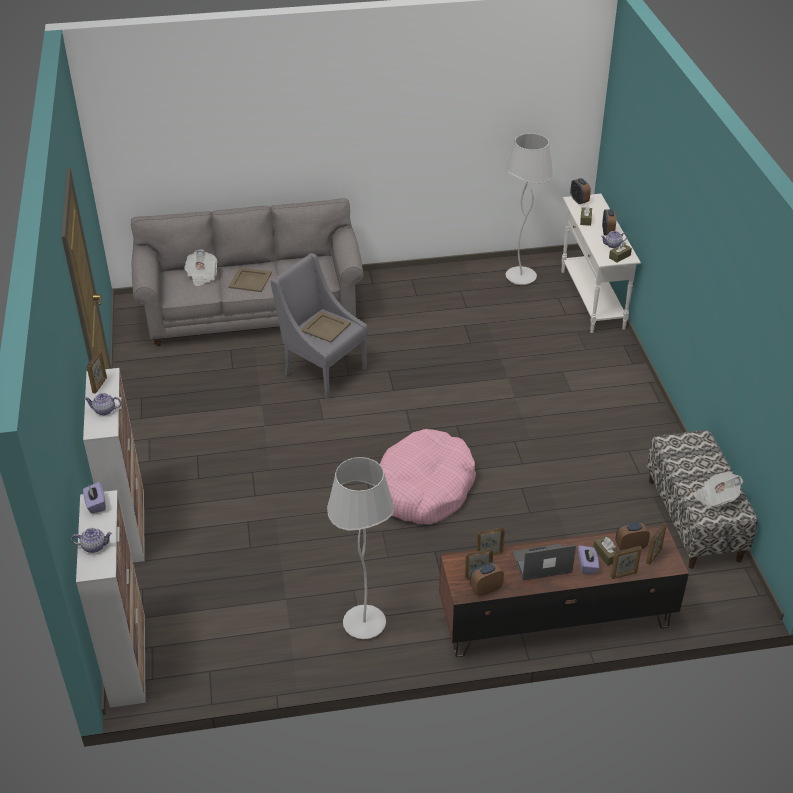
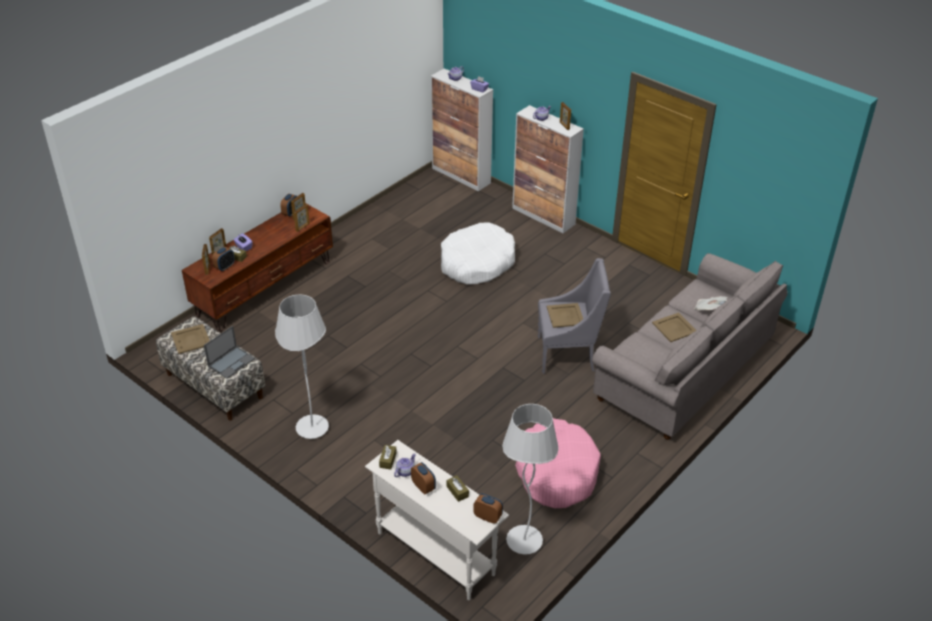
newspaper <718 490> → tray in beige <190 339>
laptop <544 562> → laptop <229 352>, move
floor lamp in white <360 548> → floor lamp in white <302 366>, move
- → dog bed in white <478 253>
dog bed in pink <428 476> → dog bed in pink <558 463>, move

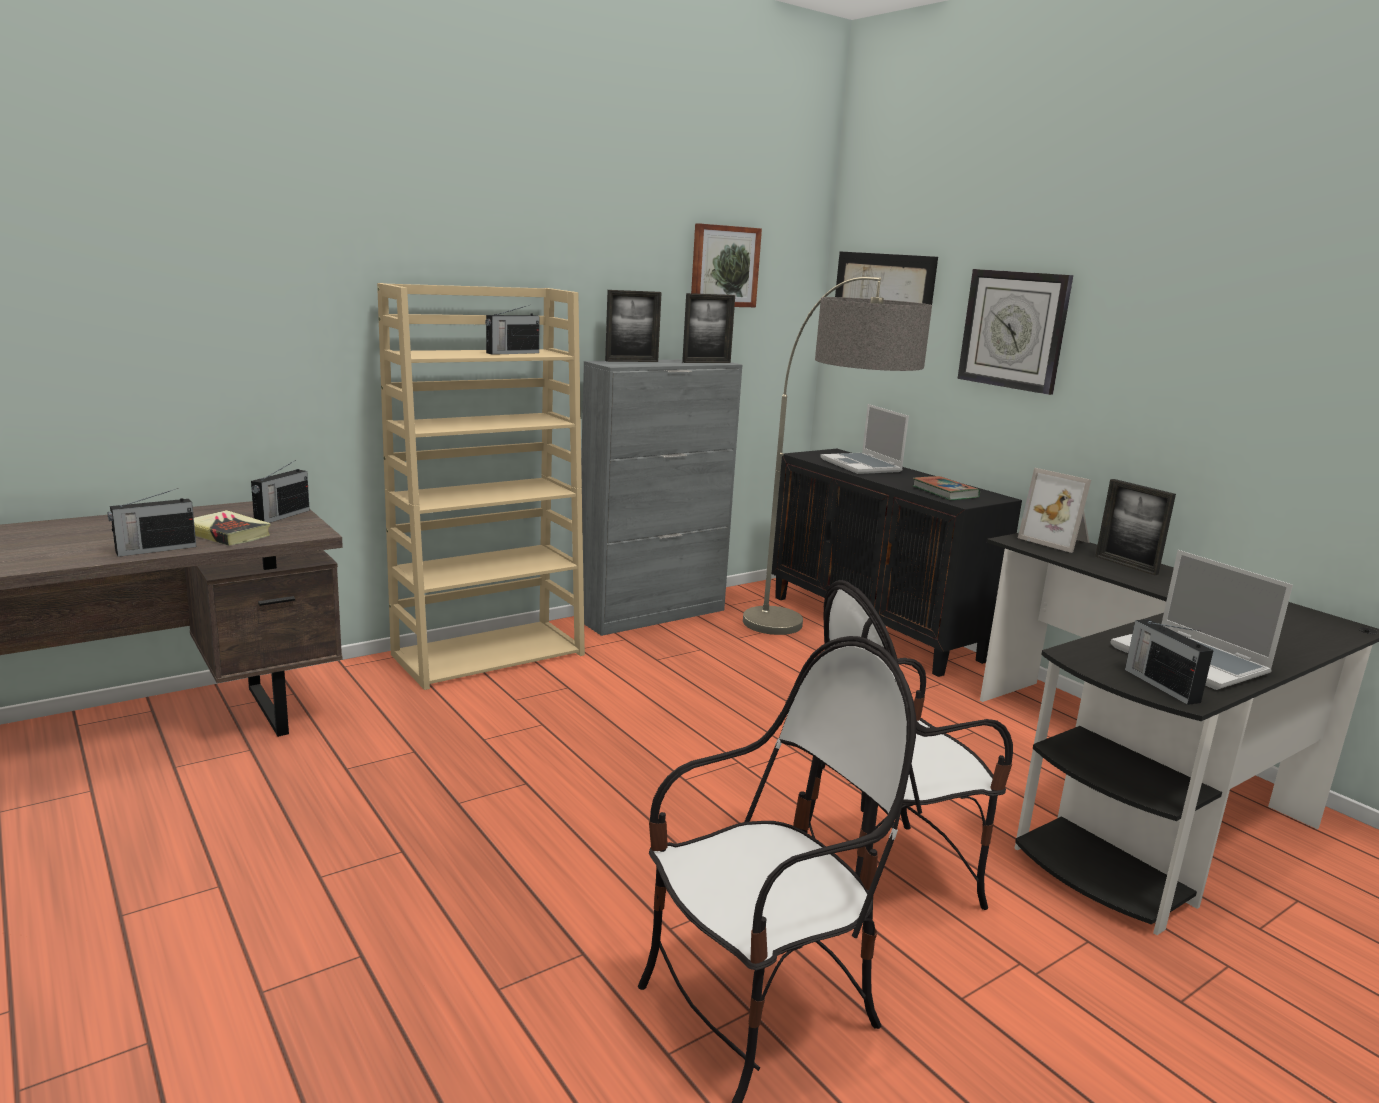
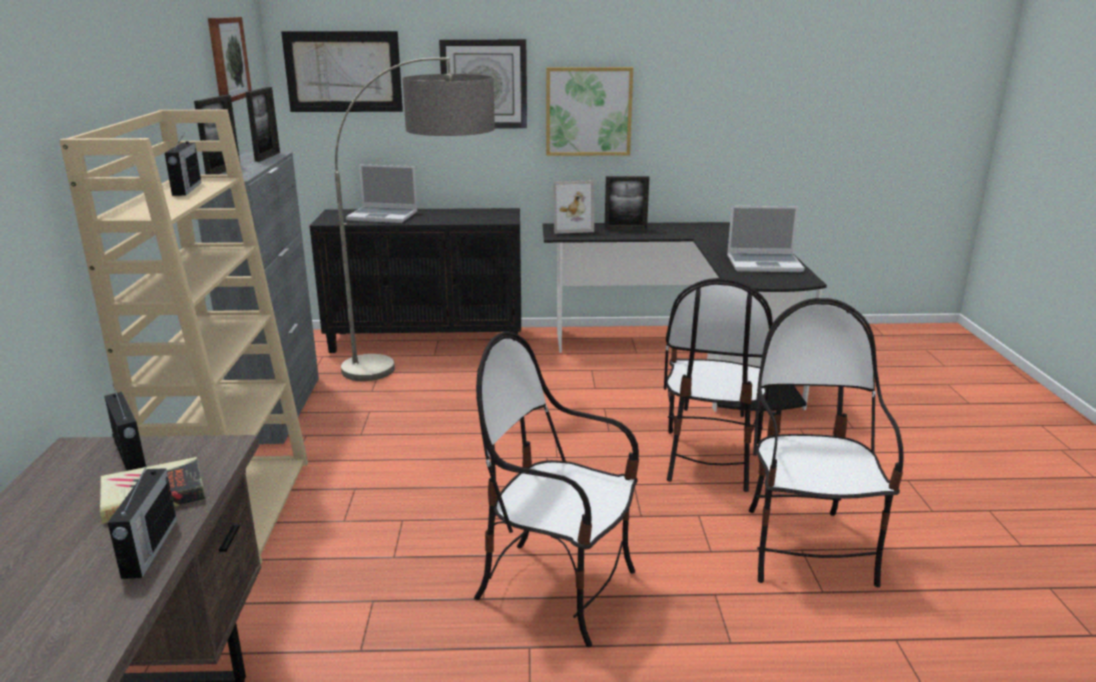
- → chair <556 489>
- → picture <589 111>
book <946 488> → -
radio <1169 662> → -

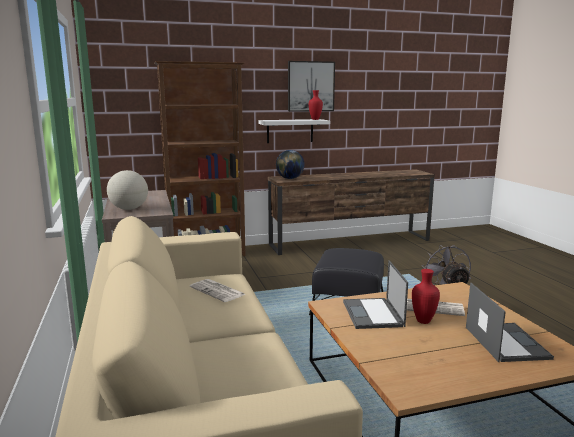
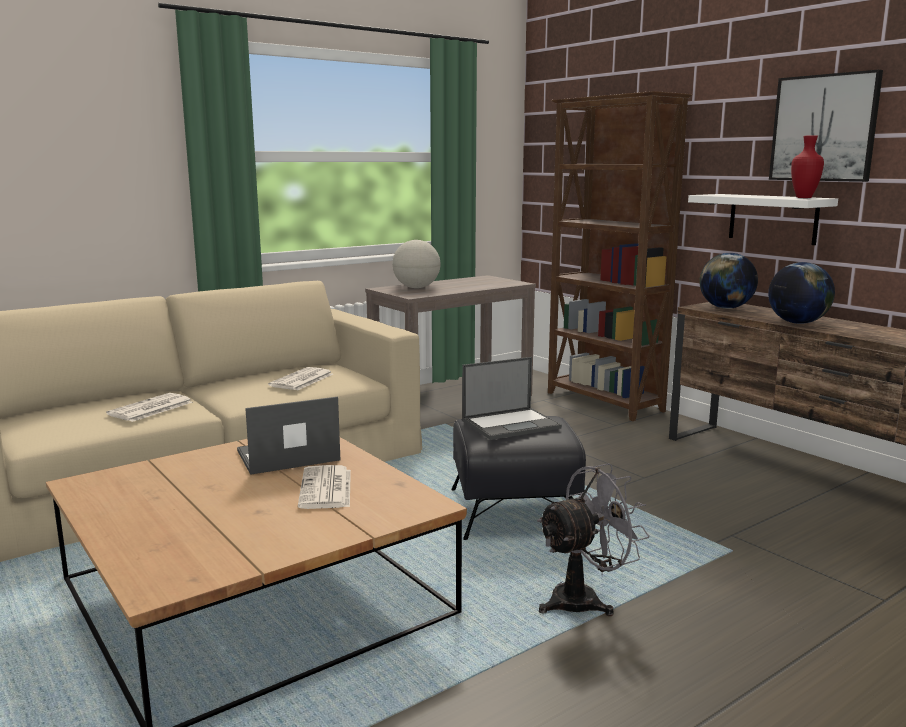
- → newspaper <149 407>
laptop <510 322> → laptop <512 398>, move
- → globe <801 293>
vase in red <426 296> → -

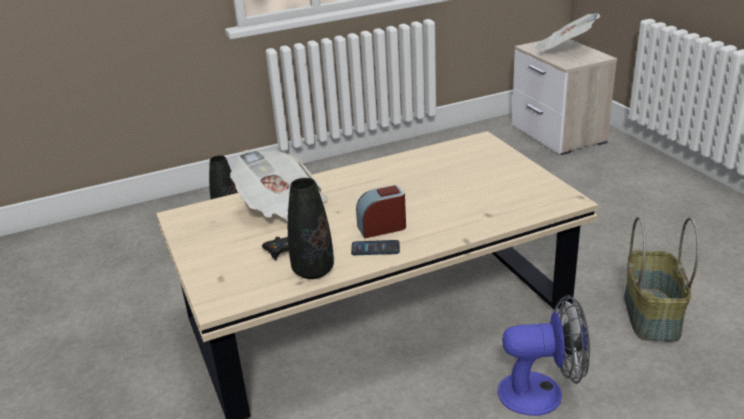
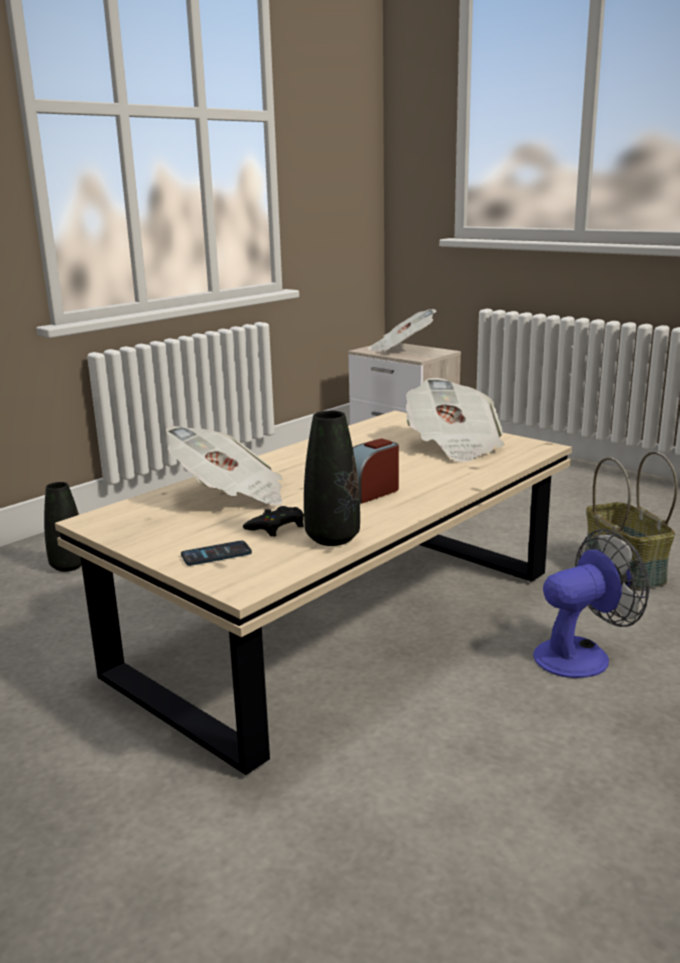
phone <375 247> → phone <216 553>, move
- → newspaper <455 420>

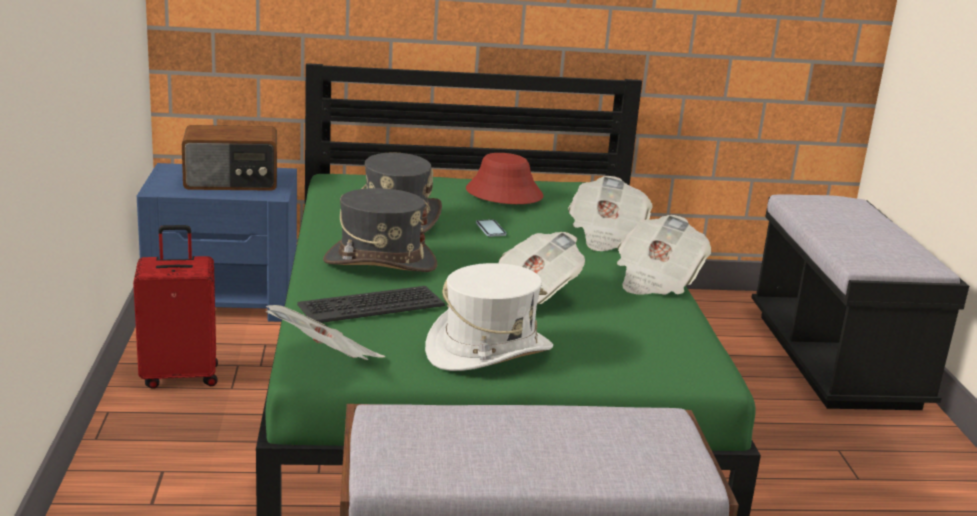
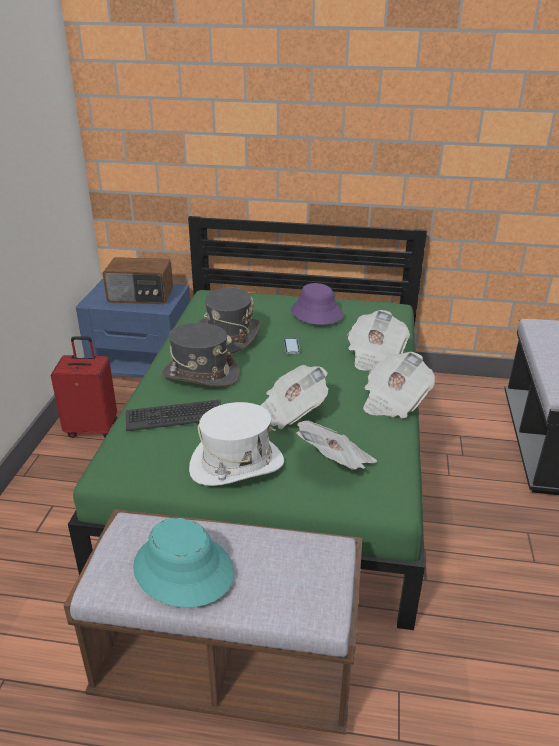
- → hat in turquoise <183 563>
hat in red <504 178> → hat in purple <317 304>
newspaper <325 332> → newspaper <336 445>, move

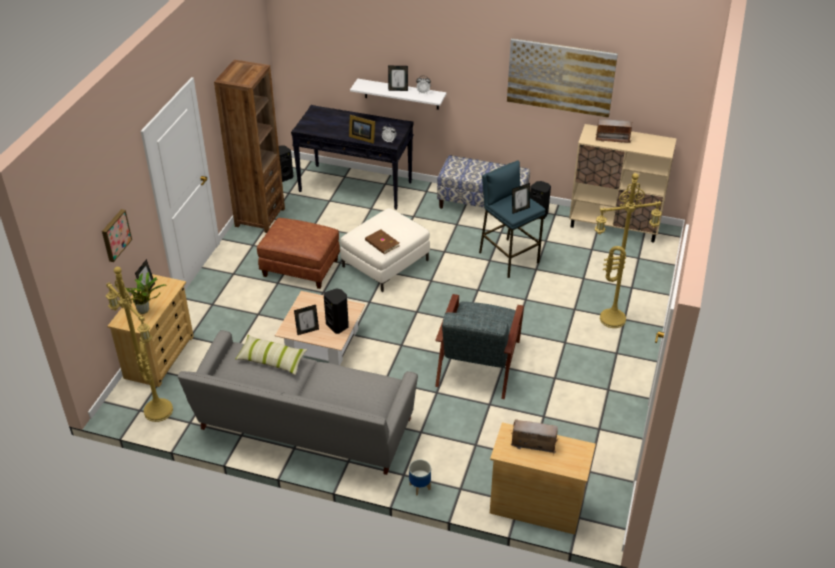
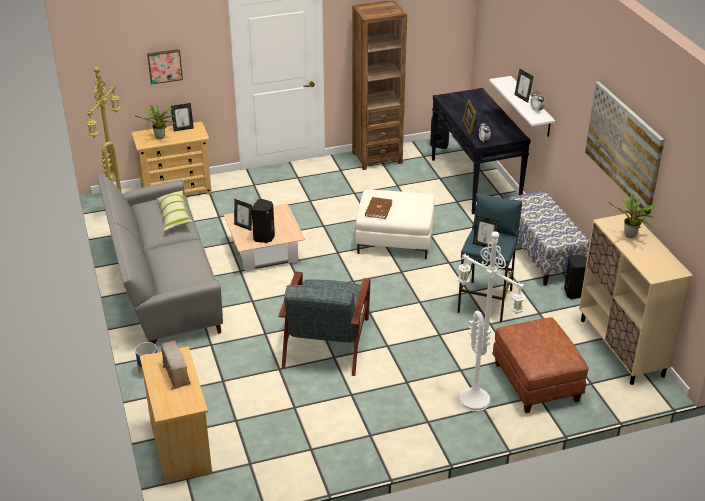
armchair in grey <479 346> → armchair in grey <324 324>, 60 degrees counterclockwise
floor lamp in yellow <628 250> → floor lamp in white <491 321>
ottoman in brown <298 253> → ottoman in brown <540 365>, move
radio <613 131> → potted plant <632 216>

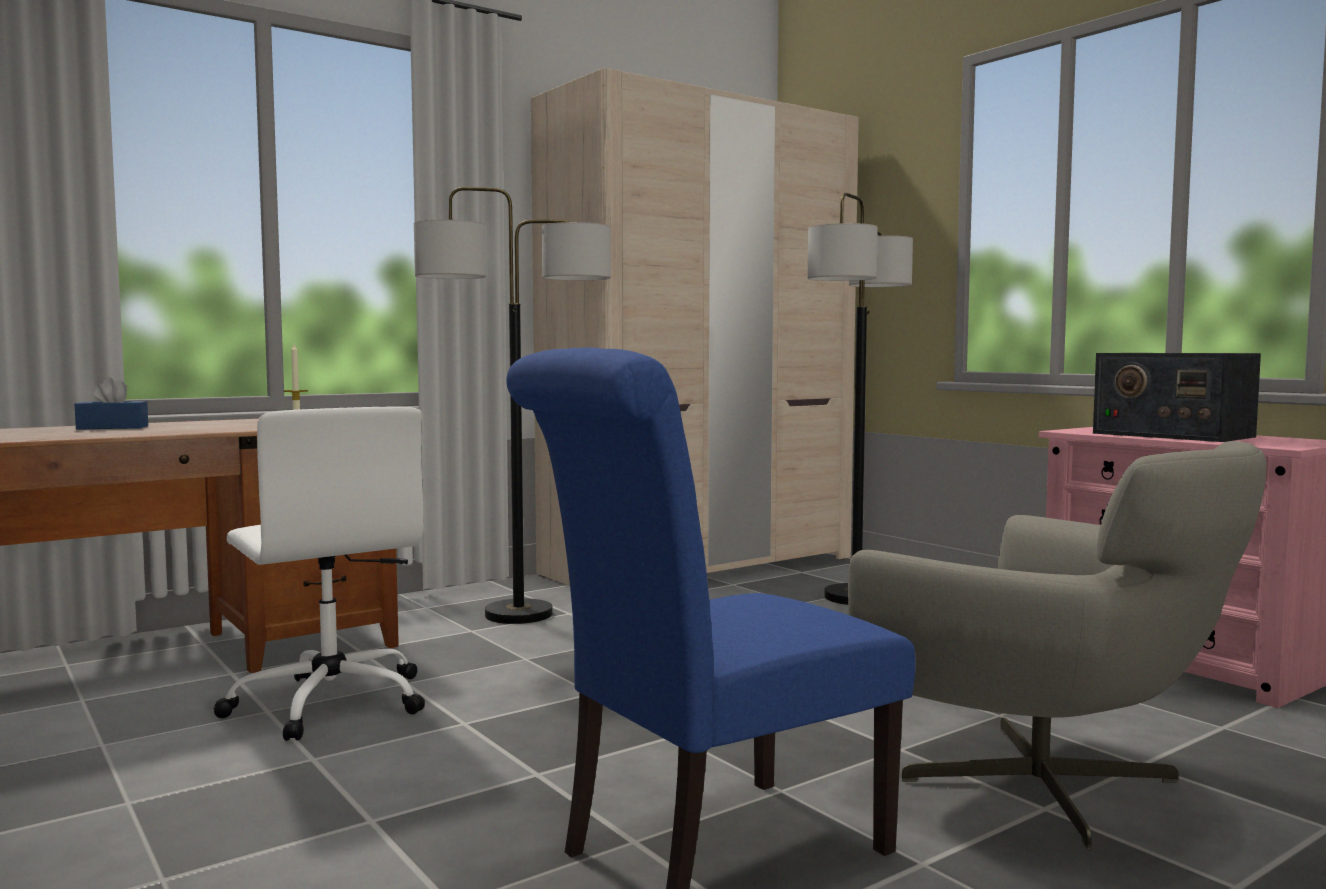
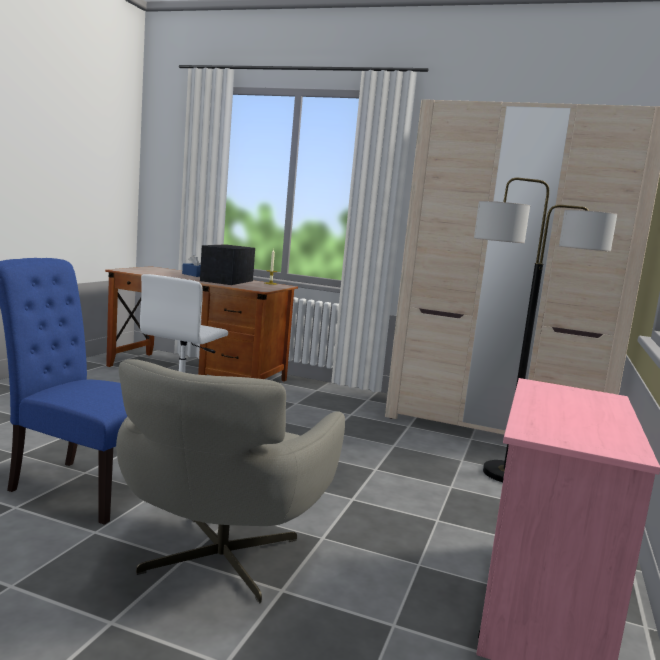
radio <1177 397> → radio <227 264>, move
floor lamp <512 405> → -

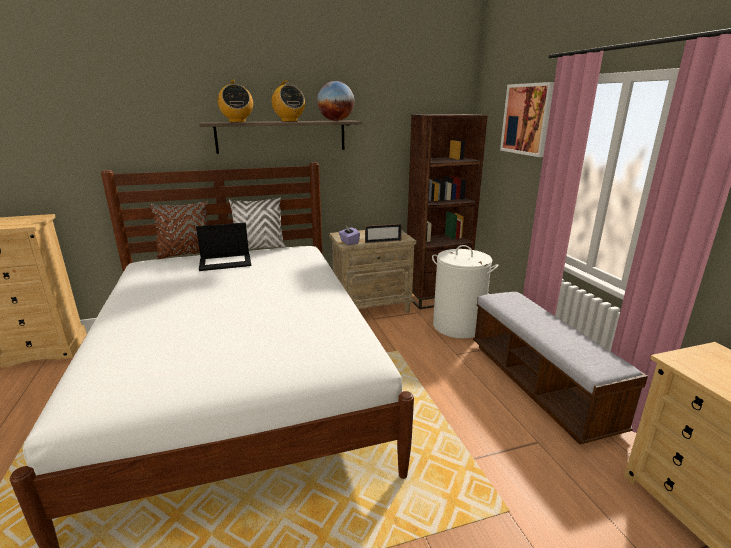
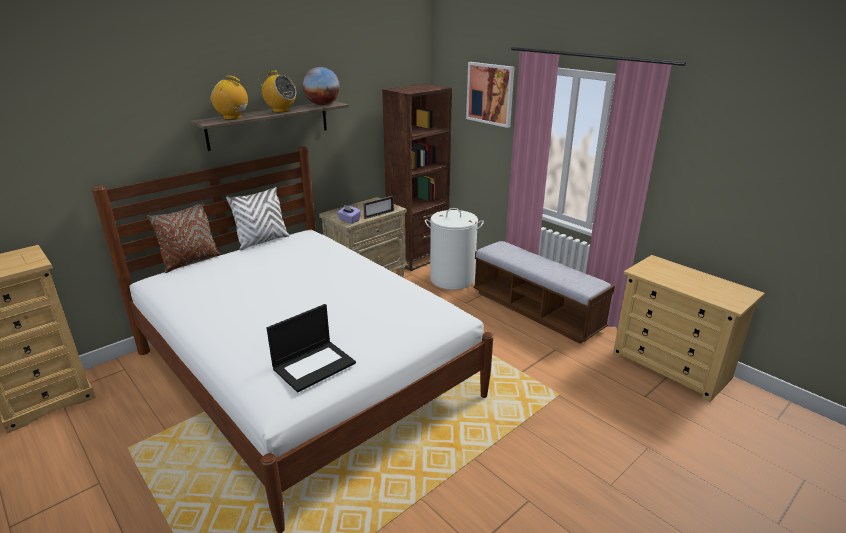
radio <235 101> → radio <229 98>, 150 degrees clockwise
laptop <223 247> → laptop <311 348>, move

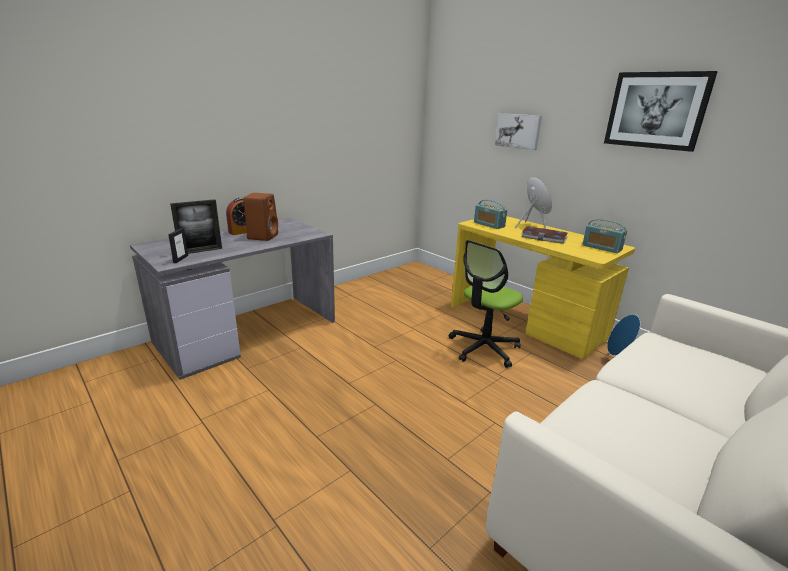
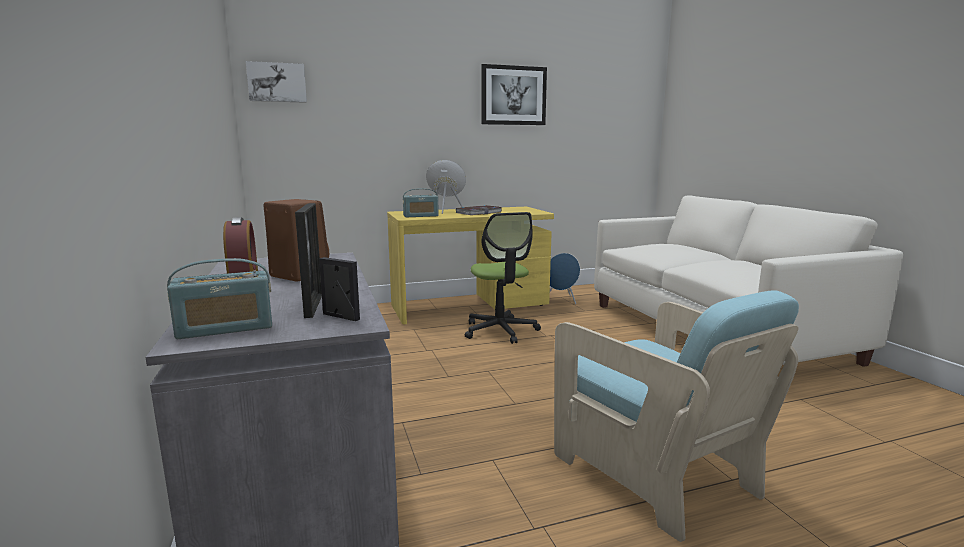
radio <604 236> → radio <219 298>, move
picture <518 131> → picture <276 82>, move
- → armchair in turquoise <676 416>

